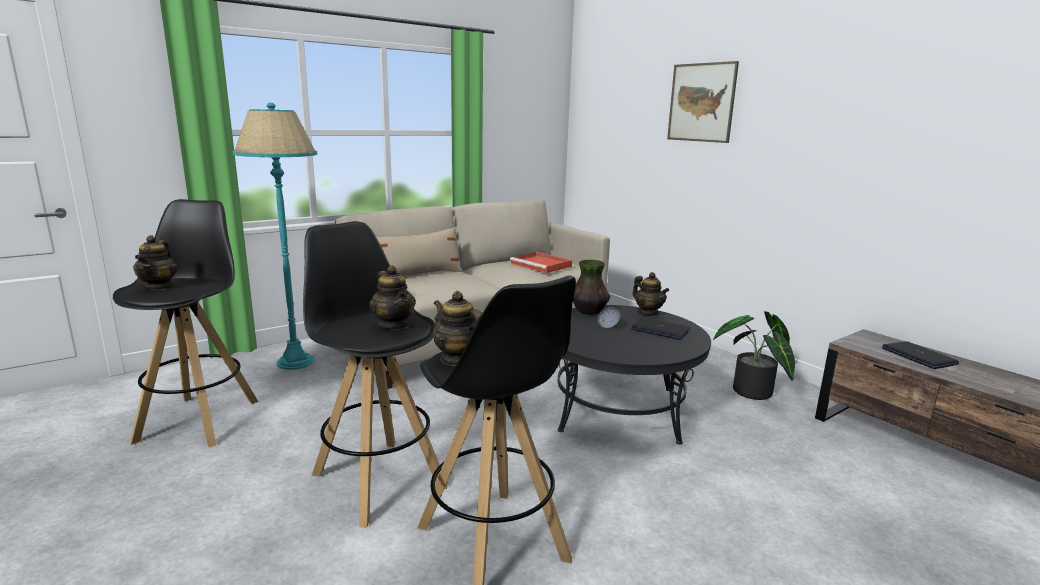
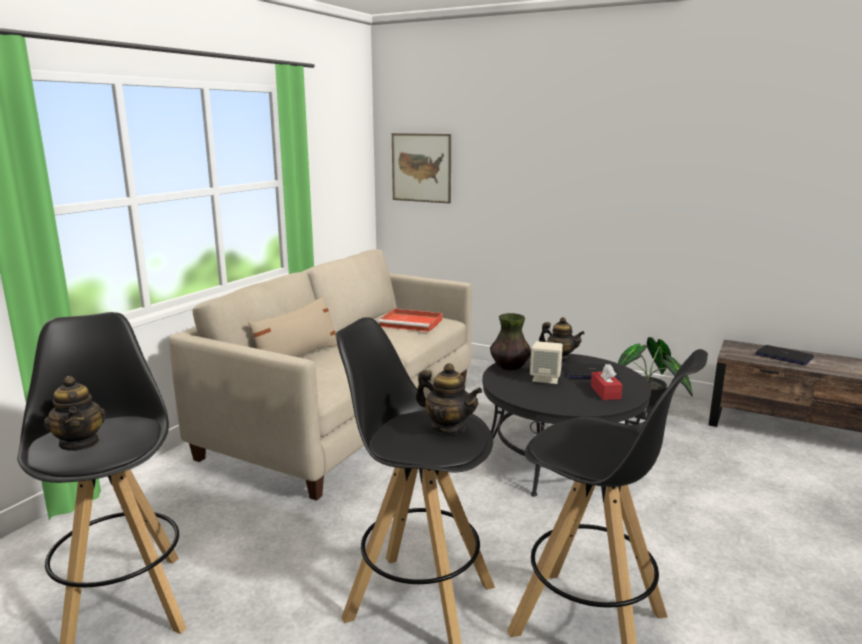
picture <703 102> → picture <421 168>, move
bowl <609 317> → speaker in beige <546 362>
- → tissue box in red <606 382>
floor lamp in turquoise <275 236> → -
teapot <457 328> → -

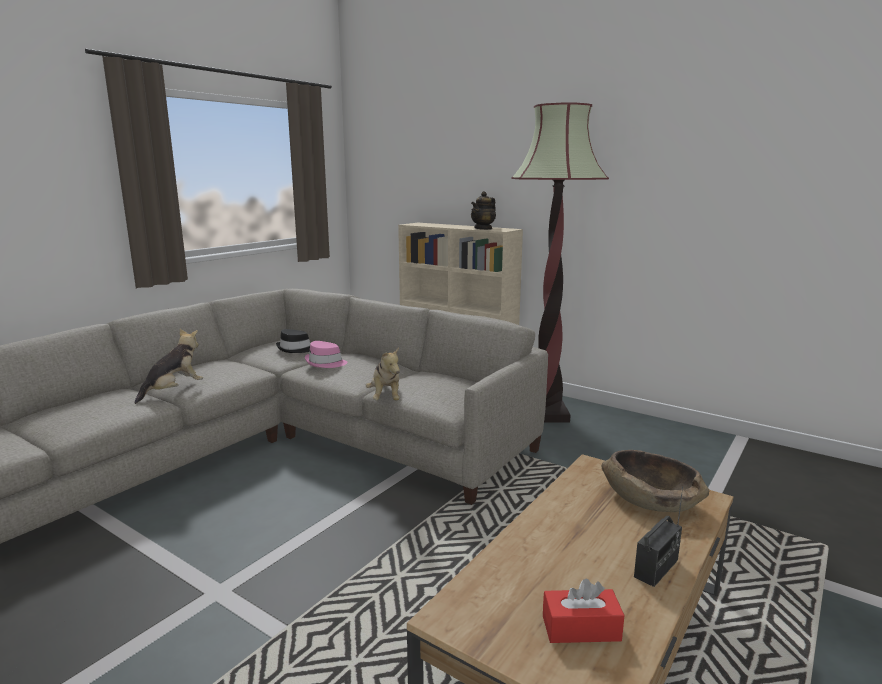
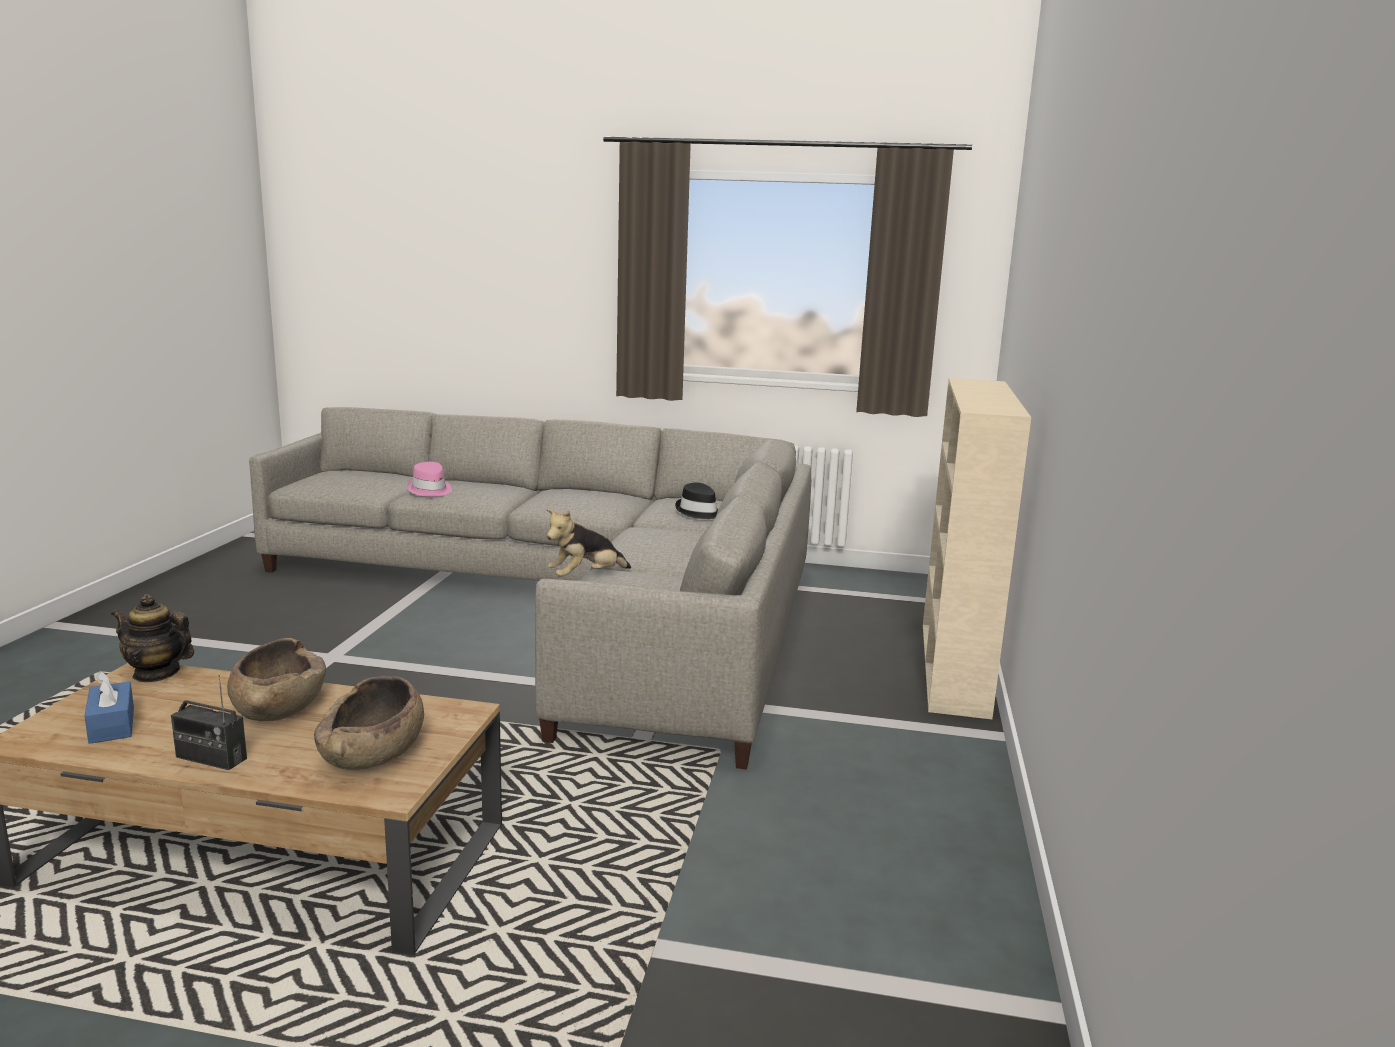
tissue box in red <584 611> → tissue box in blue <109 707>
teapot <483 210> → teapot <152 638>, move
- → bowl in brown <276 679>
hat in pink <326 354> → hat in pink <429 479>, move
plush toy <169 366> → -
floor lamp <560 263> → -

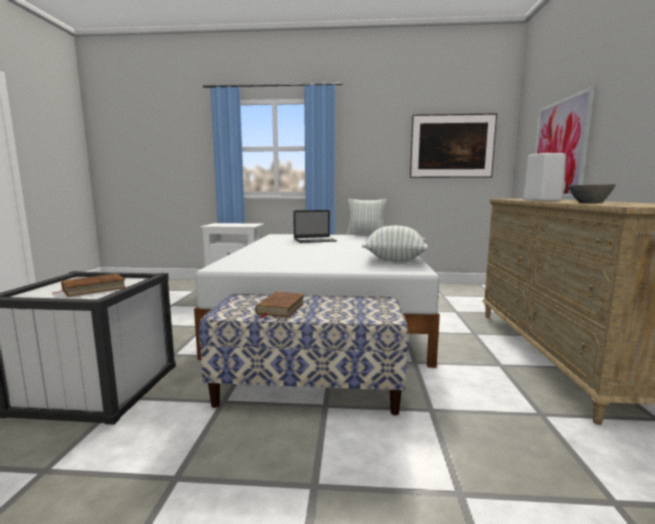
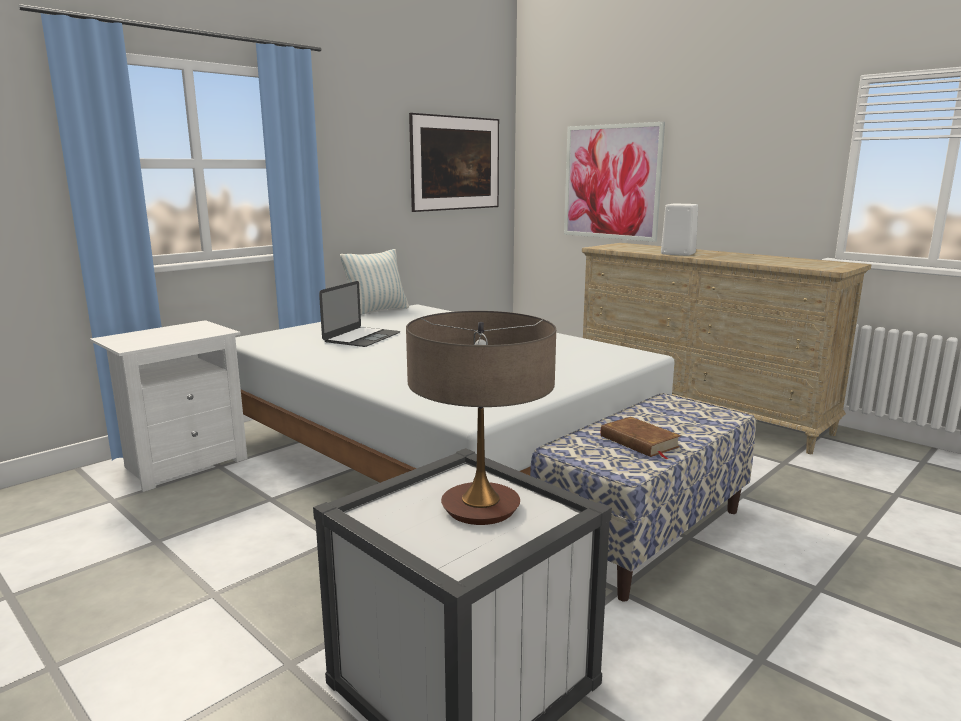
book in brown <89 285> → table lamp <481 418>
pillow <395 243> → -
bowl in grey <592 193> → -

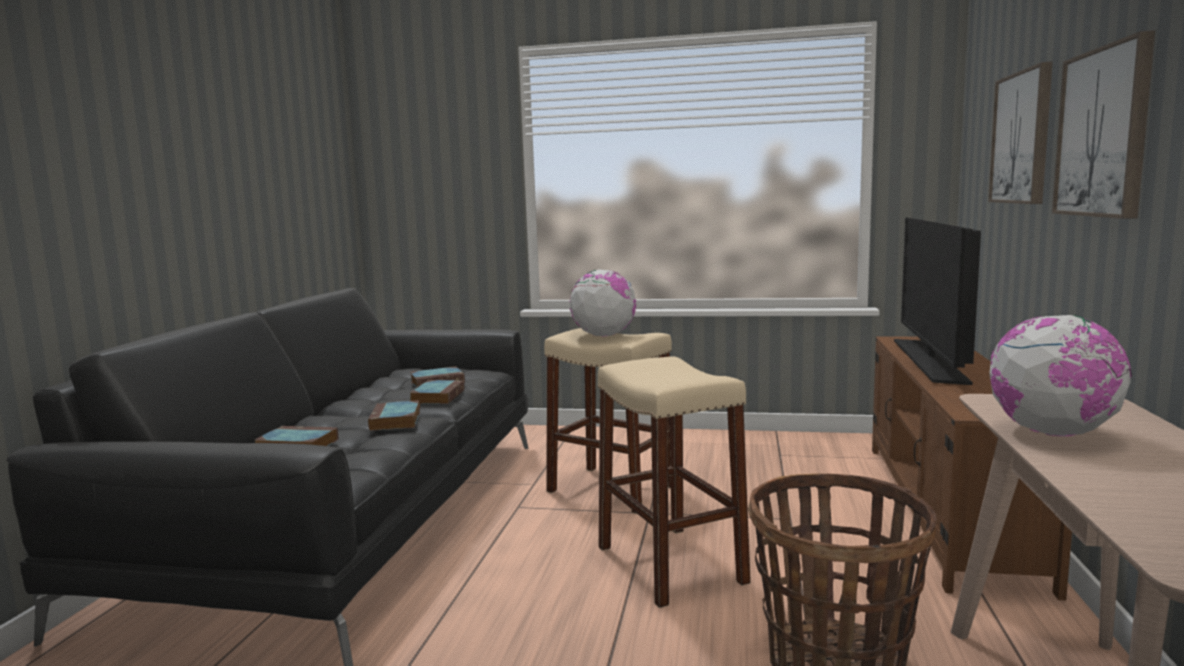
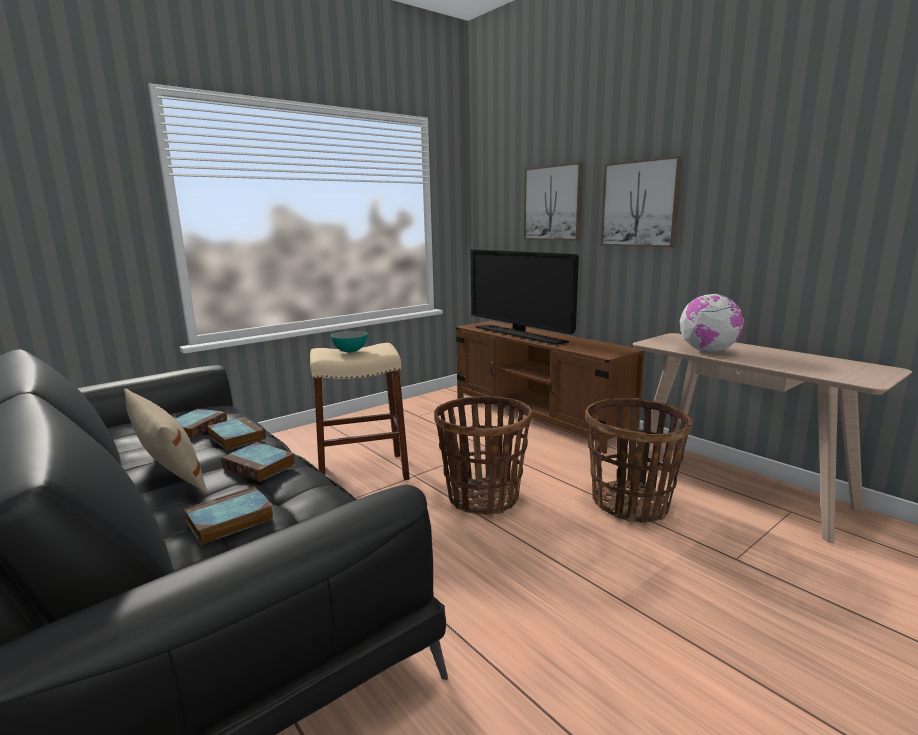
- → pillow in beige <166 441>
globe <603 302> → bowl <349 342>
stool in beige <674 482> → basket <483 455>

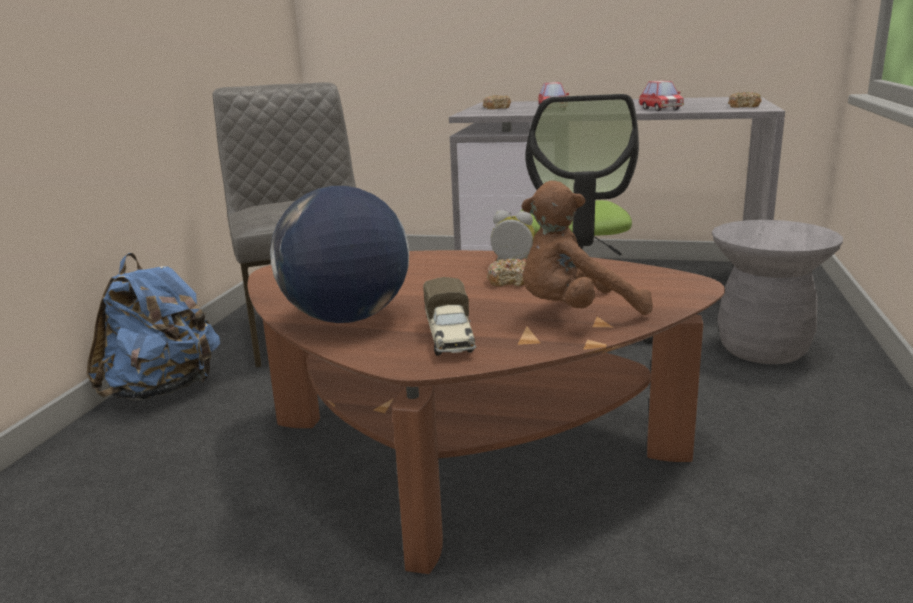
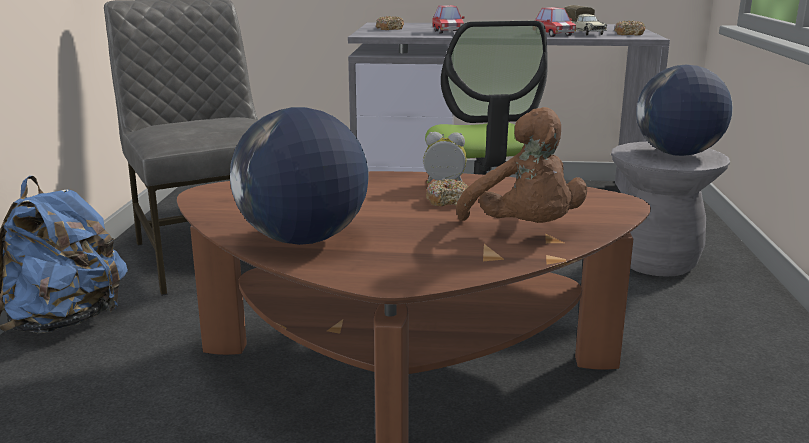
plush toy in brown <587 248> → plush toy in brown <521 165>, 90 degrees counterclockwise
toy truck <449 316> → toy truck <585 20>, move
- → globe <684 110>

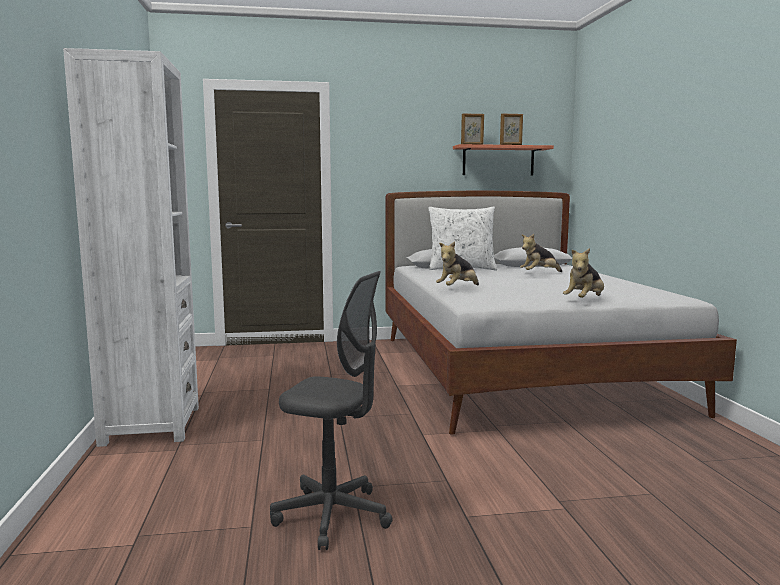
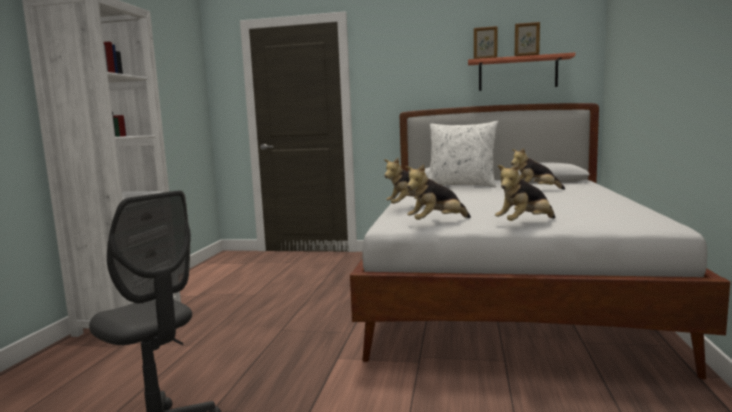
- → plush toy <438 192>

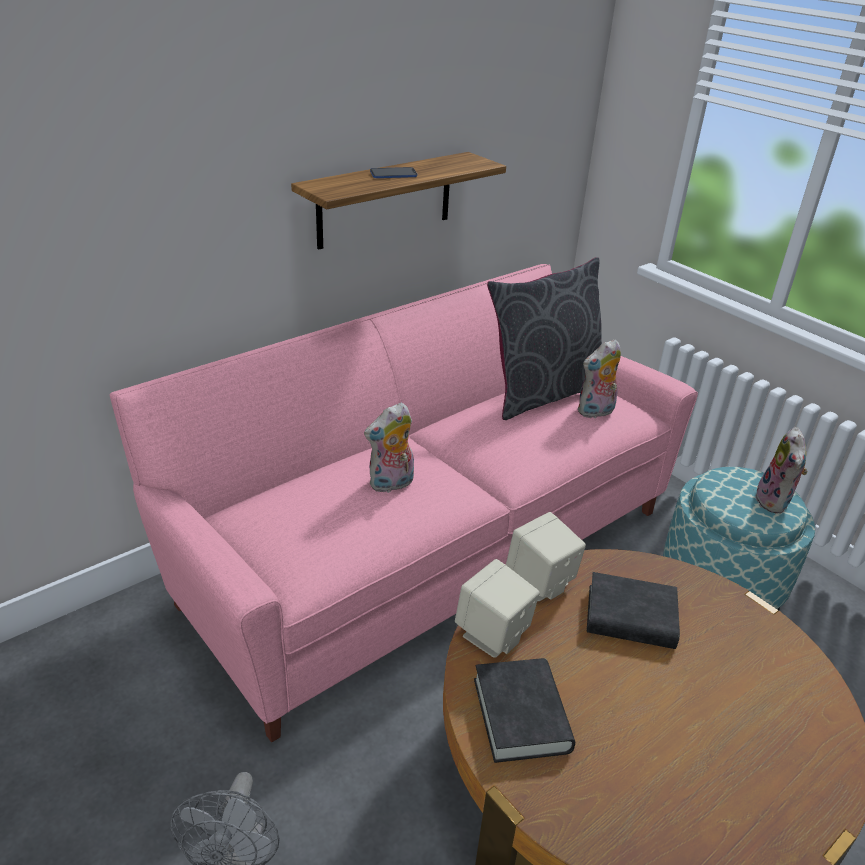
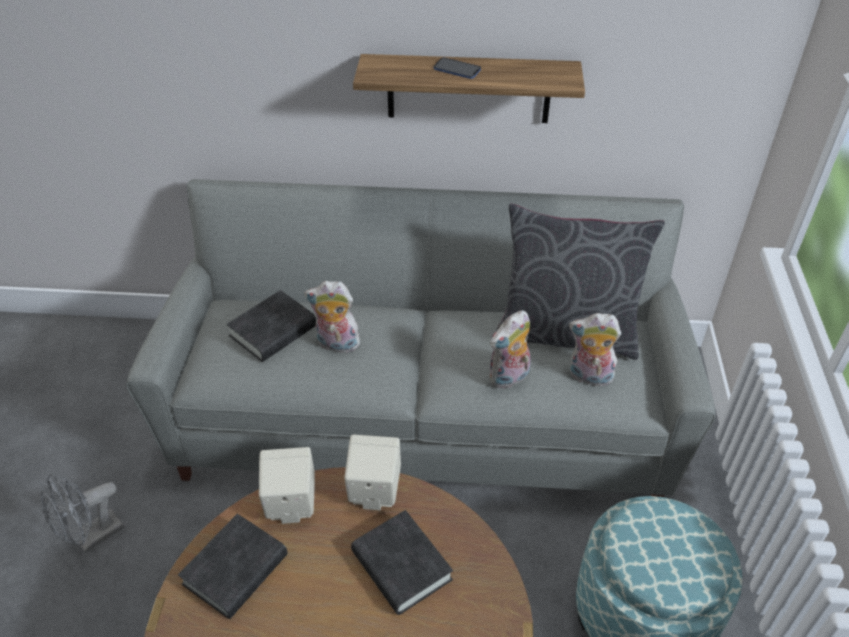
sofa in pink <404 503> → sofa in grey <420 338>
- → book in black <271 326>
plush toy <781 470> → plush toy <510 349>, move

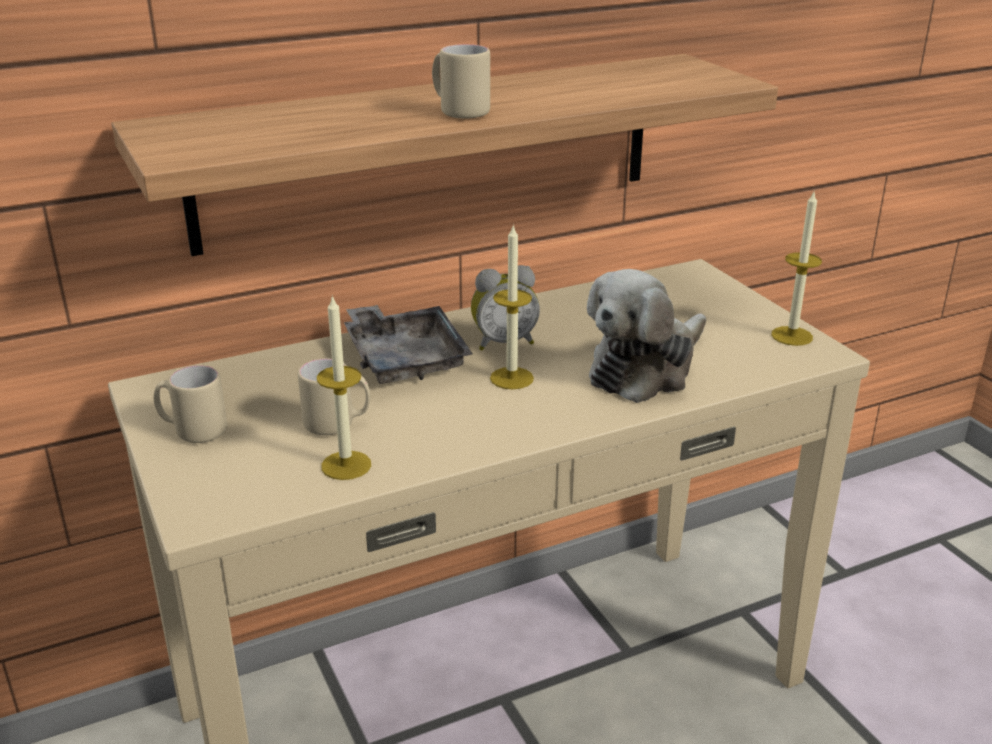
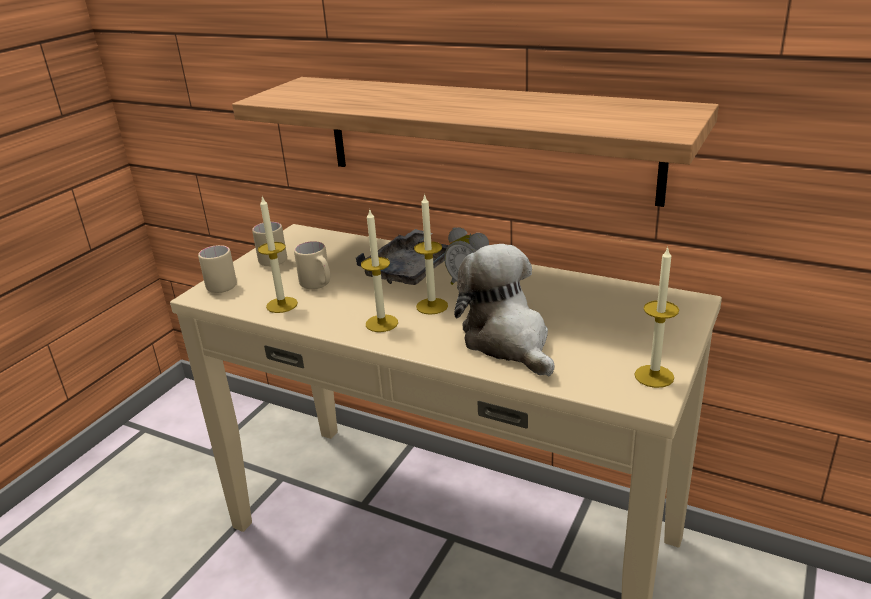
mug in beige <461 81> → mug in beige <217 269>, move
- → candle <379 270>
plush toy <646 336> → plush toy <504 310>, 60 degrees clockwise

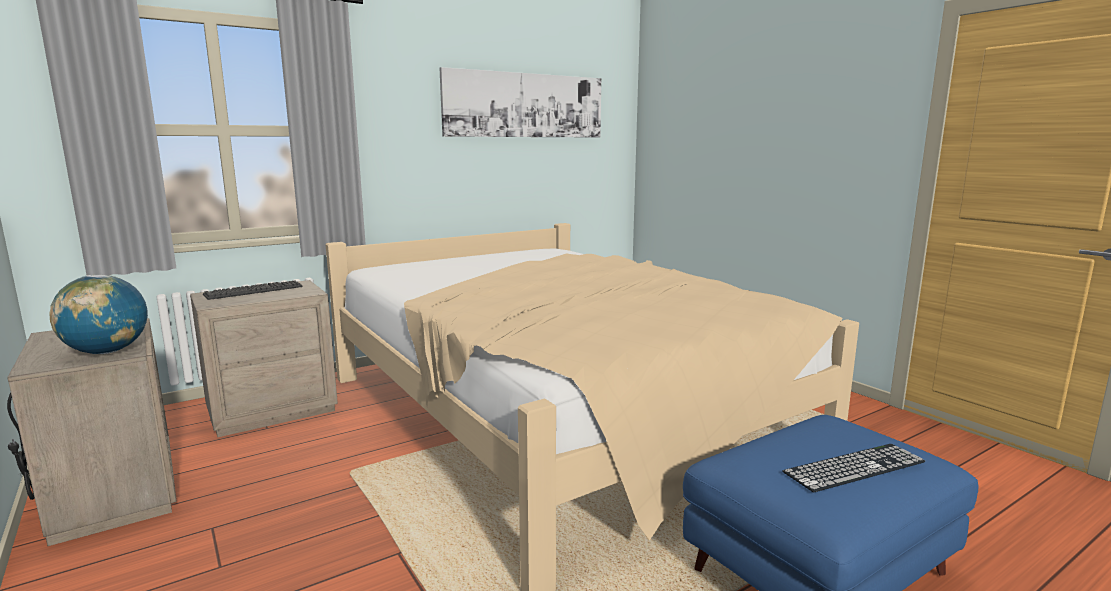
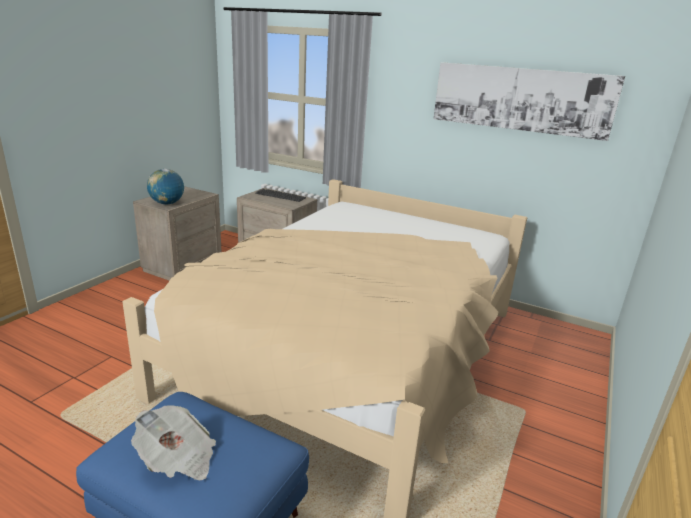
keyboard <853 468> → newspaper <173 442>

